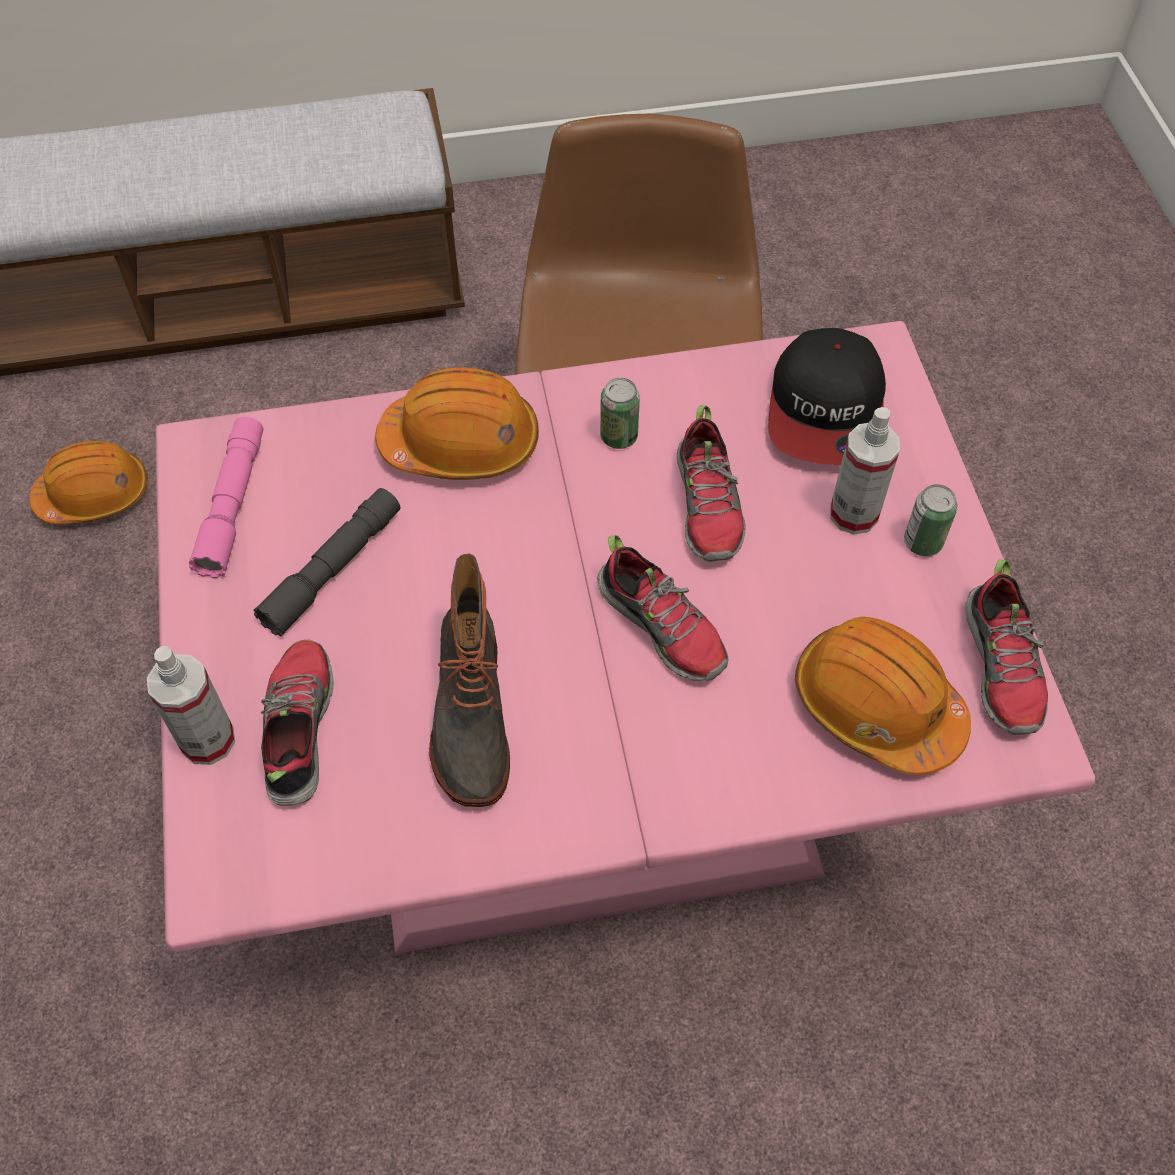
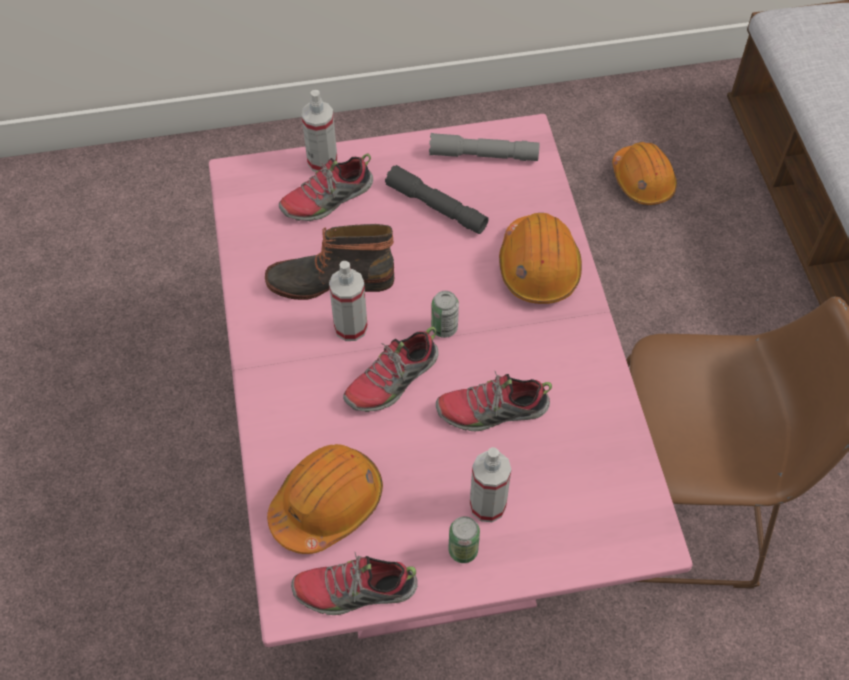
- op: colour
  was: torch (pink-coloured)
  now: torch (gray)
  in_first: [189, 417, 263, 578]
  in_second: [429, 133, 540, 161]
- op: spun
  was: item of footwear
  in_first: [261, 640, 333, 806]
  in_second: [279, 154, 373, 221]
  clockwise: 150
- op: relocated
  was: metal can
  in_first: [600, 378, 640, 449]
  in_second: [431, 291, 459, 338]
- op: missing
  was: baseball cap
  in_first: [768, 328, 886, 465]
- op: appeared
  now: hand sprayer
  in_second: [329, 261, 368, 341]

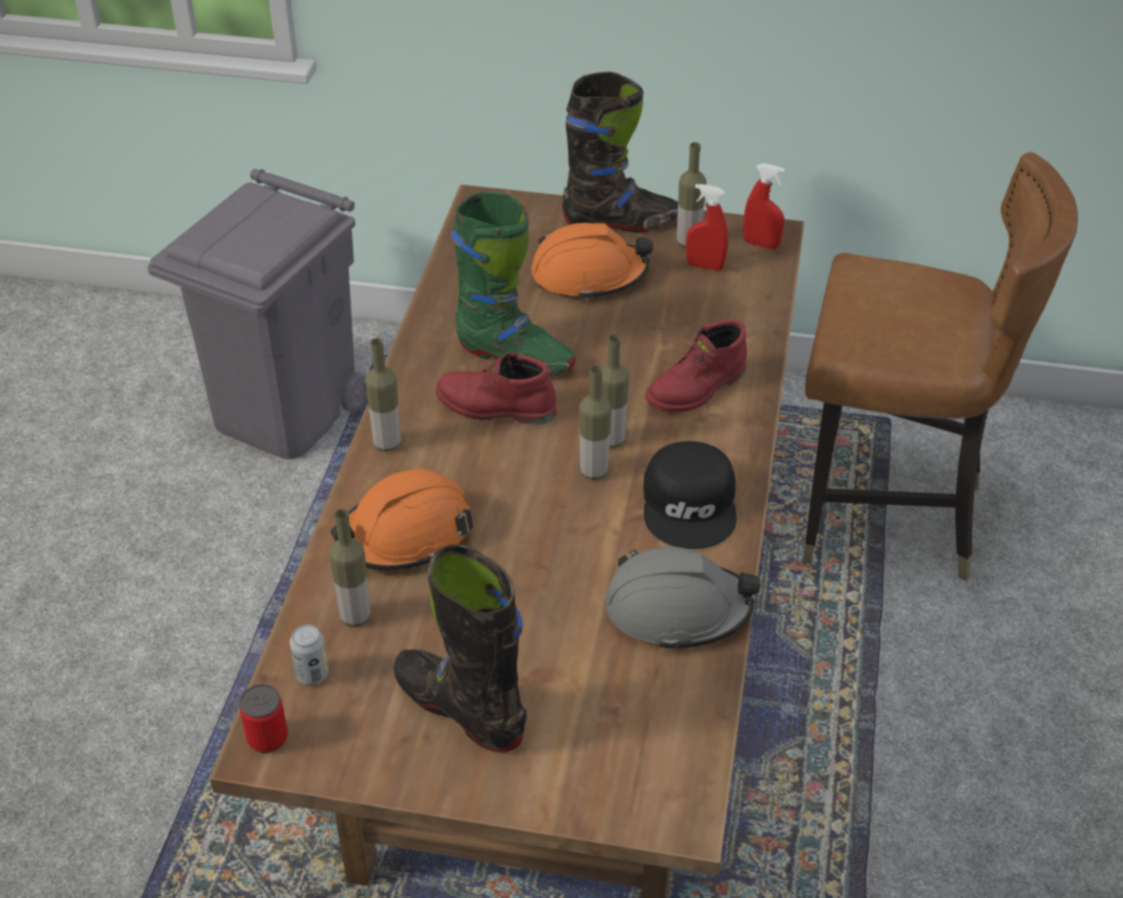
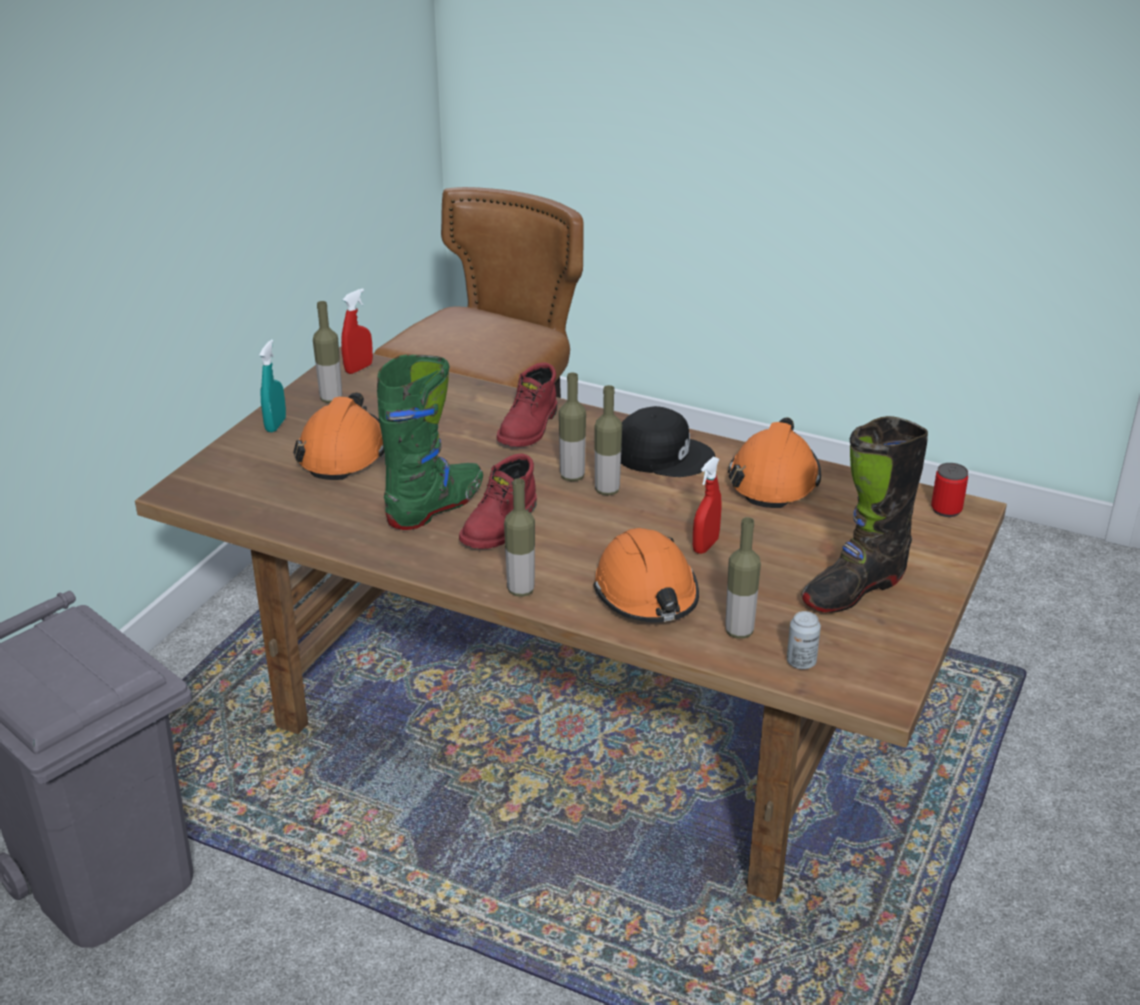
- op: relocated
  was: metal can
  in_first: [239, 684, 288, 753]
  in_second: [931, 463, 968, 517]
- op: exchanged
  was: tall boot (blackish)
  now: hand sprayer (turquoise)
  in_first: [562, 72, 678, 233]
  in_second: [259, 339, 286, 432]
- op: colour
  was: work helmet (gray)
  now: work helmet (orangey)
  in_first: [605, 547, 761, 651]
  in_second: [728, 417, 821, 508]
- op: spun
  was: tall boot (red-coloured)
  in_first: [645, 319, 747, 412]
  in_second: [497, 362, 557, 447]
  clockwise: 45
- op: relocated
  was: hand sprayer (red-coloured)
  in_first: [686, 184, 728, 271]
  in_second: [693, 457, 722, 554]

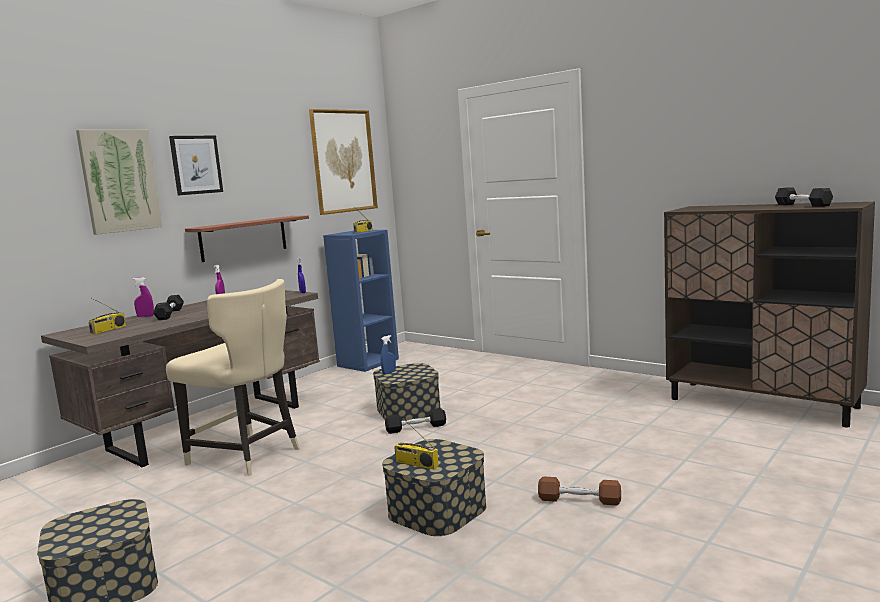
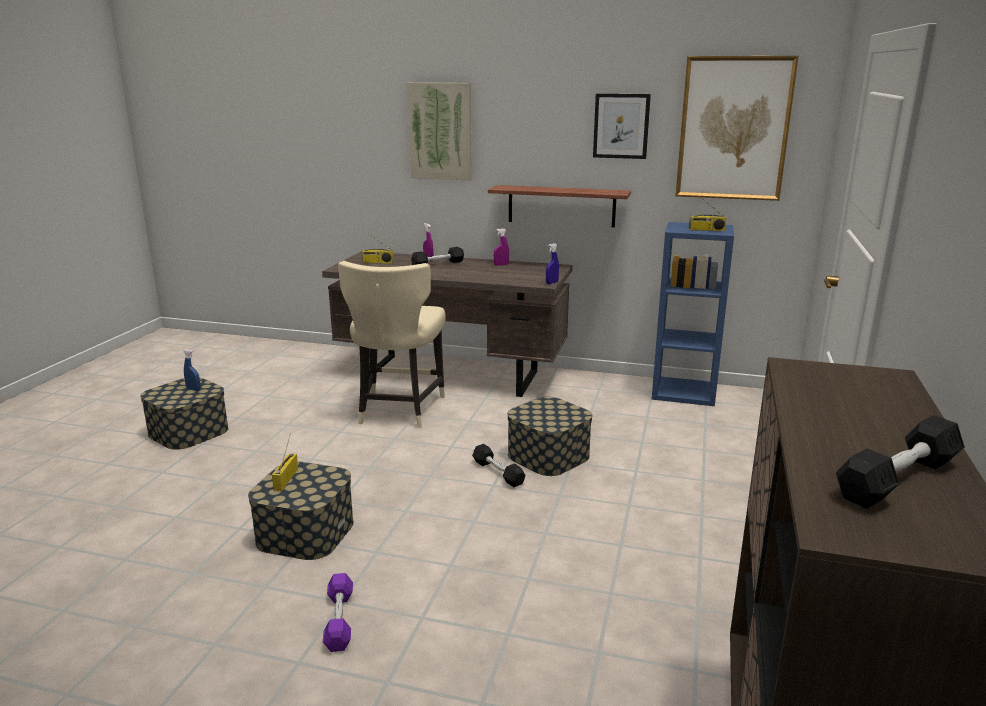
- op: relocated
  was: wall art
  in_first: [169, 136, 223, 195]
  in_second: [593, 94, 651, 159]
- op: relocated
  was: hand sprayer (blue-coloured)
  in_first: [381, 335, 396, 374]
  in_second: [183, 349, 201, 391]
- op: colour
  was: hand weight (brown)
  now: hand weight (purplish)
  in_first: [538, 476, 621, 505]
  in_second: [323, 573, 353, 652]

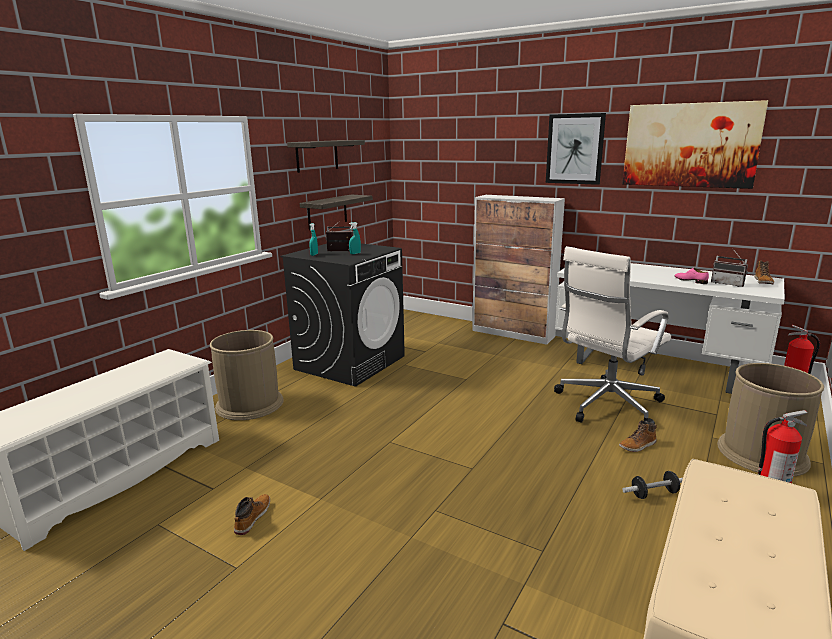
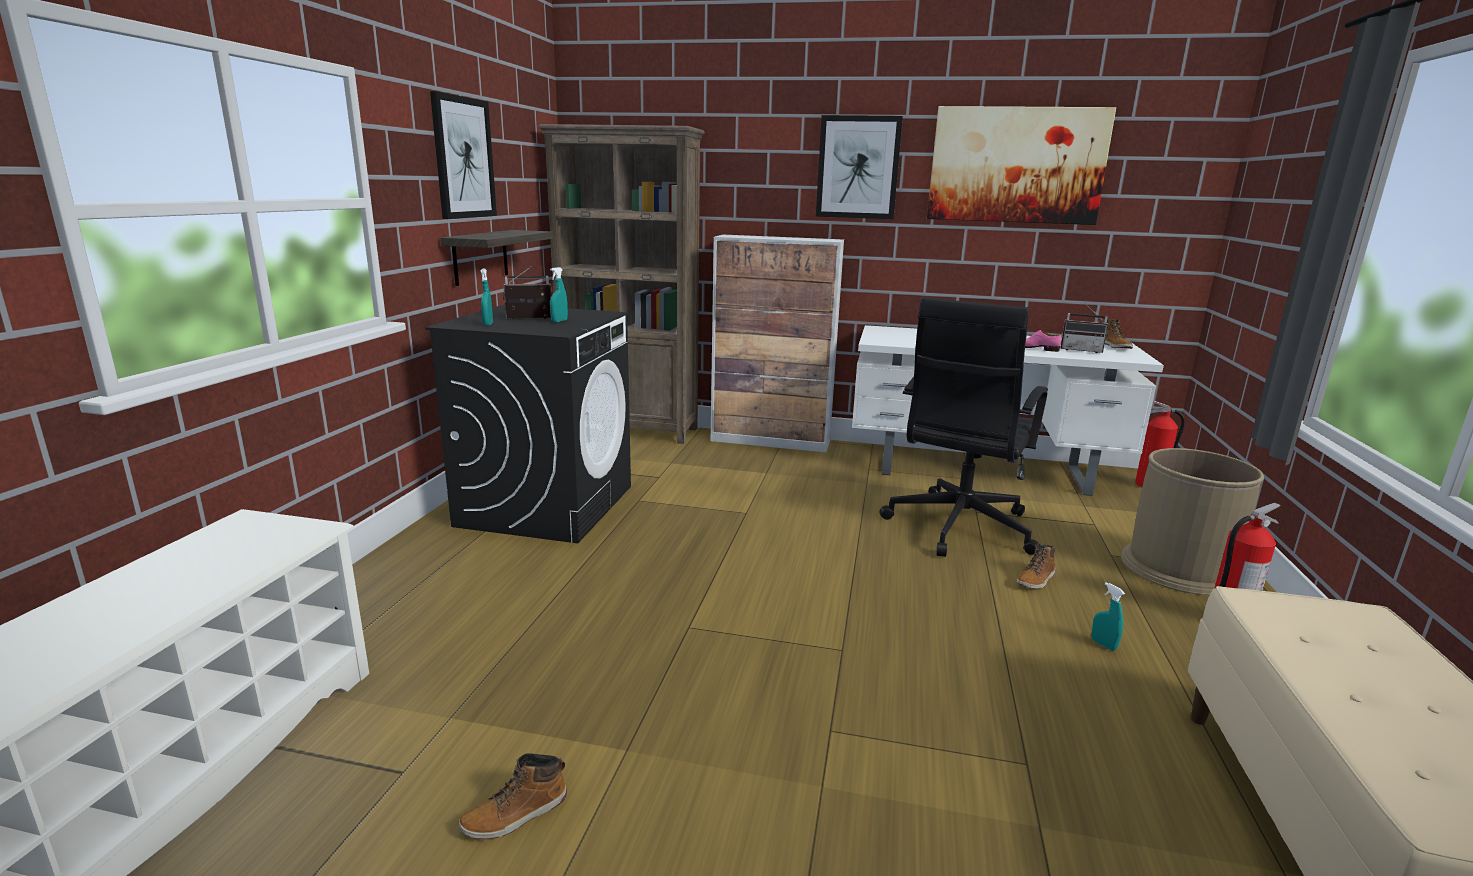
- op: missing
  was: rubbish bin (brown)
  in_first: [210, 330, 284, 420]
- op: spun
  was: tall boot
  in_first: [234, 494, 270, 535]
  in_second: [459, 753, 567, 839]
  clockwise: -120
- op: exchanged
  was: bracket shelf
  now: wall art
  in_first: [287, 140, 365, 173]
  in_second: [430, 91, 497, 219]
- op: colour
  was: computer chair (whitish)
  now: computer chair (blackish)
  in_first: [554, 246, 671, 424]
  in_second: [879, 297, 1048, 557]
- op: exchanged
  was: hand weight
  now: hand sprayer (turquoise)
  in_first: [622, 471, 683, 499]
  in_second: [1091, 582, 1125, 651]
- op: appeared
  now: bookshelf (brown)
  in_second: [538, 124, 705, 444]

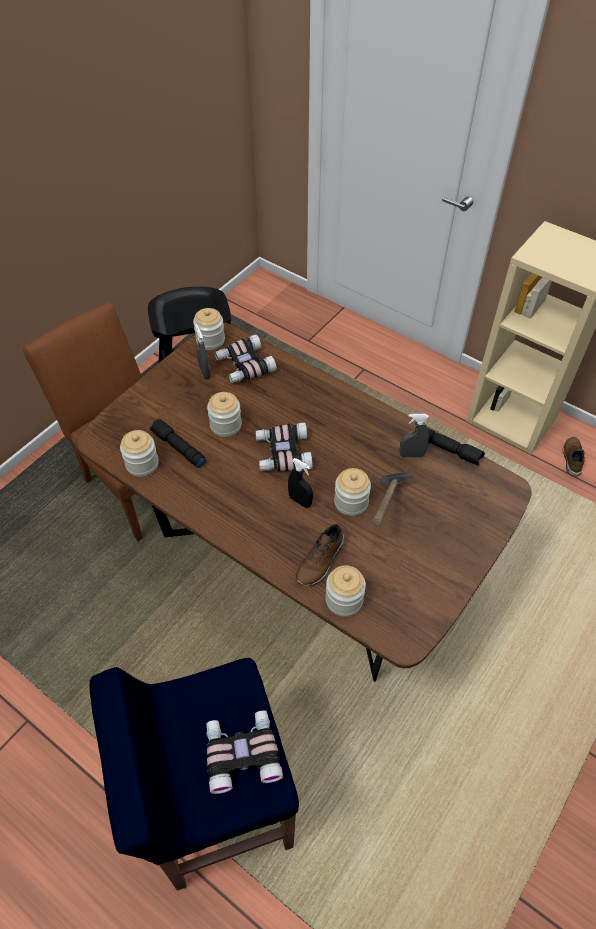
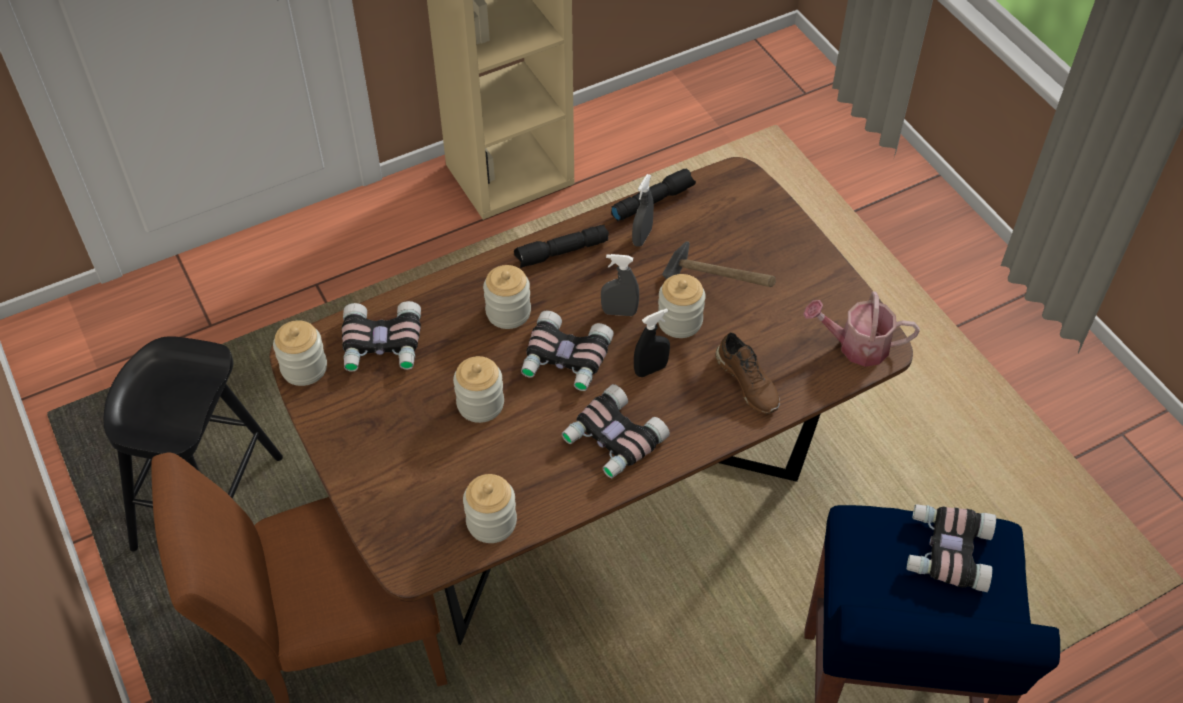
- op: relocated
  was: torch (blackish)
  in_first: [150, 419, 206, 468]
  in_second: [514, 225, 609, 268]
- op: relocated
  was: hand sprayer (gray)
  in_first: [195, 324, 211, 379]
  in_second: [601, 254, 639, 316]
- op: relocated
  was: storage jar
  in_first: [325, 565, 366, 617]
  in_second: [483, 265, 531, 329]
- op: missing
  was: item of footwear (brown)
  in_first: [563, 437, 585, 476]
- op: appeared
  now: binoculars
  in_second: [562, 384, 670, 478]
- op: appeared
  now: watering pot
  in_second: [803, 291, 920, 367]

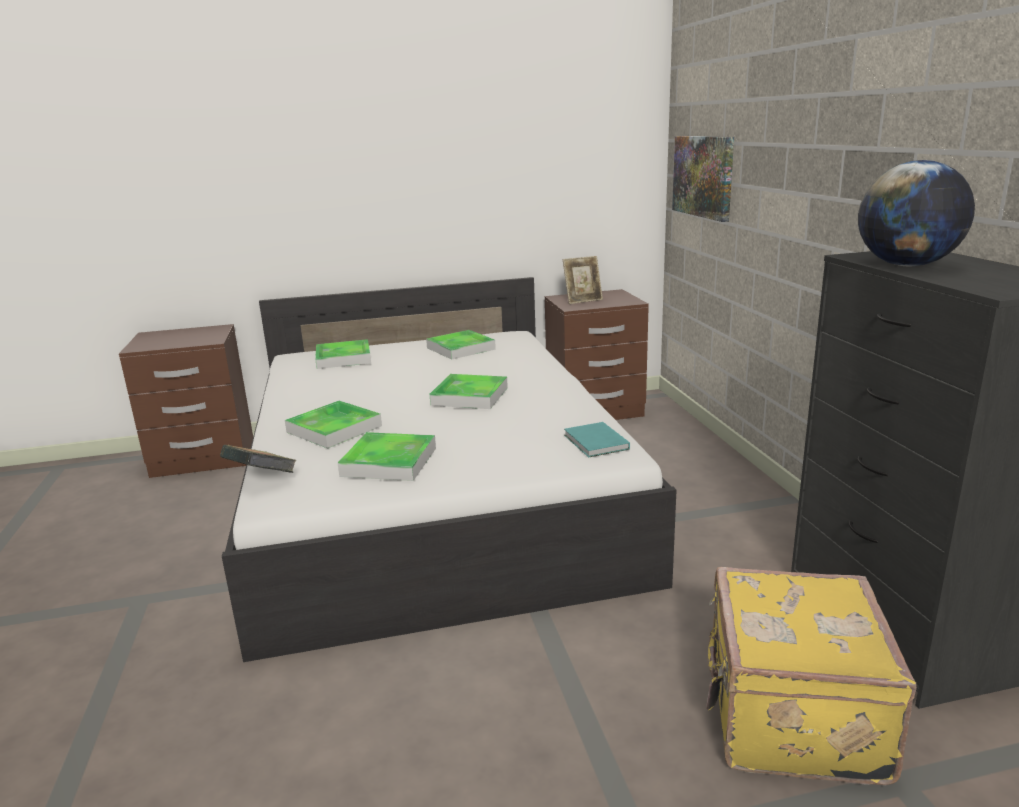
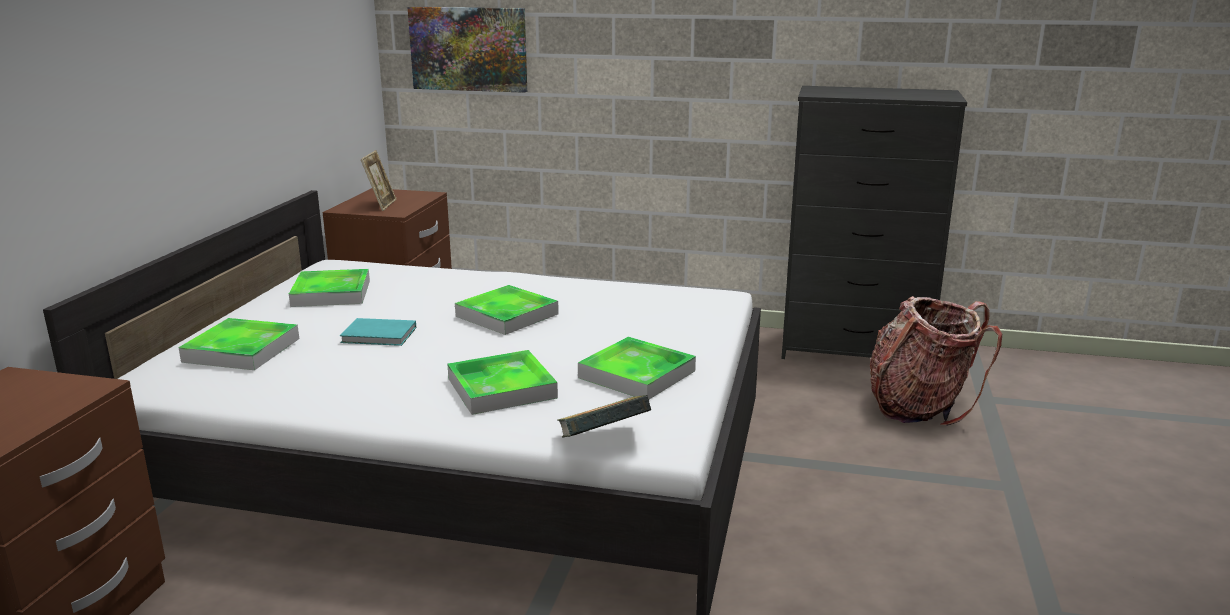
- op: relocated
  was: volume (turquoise)
  in_first: [564, 422, 630, 457]
  in_second: [340, 318, 416, 346]
- op: exchanged
  was: suitcase (yellowish)
  now: rucksack
  in_first: [706, 567, 917, 786]
  in_second: [870, 296, 1002, 426]
- op: missing
  was: desk globe
  in_first: [858, 160, 975, 266]

